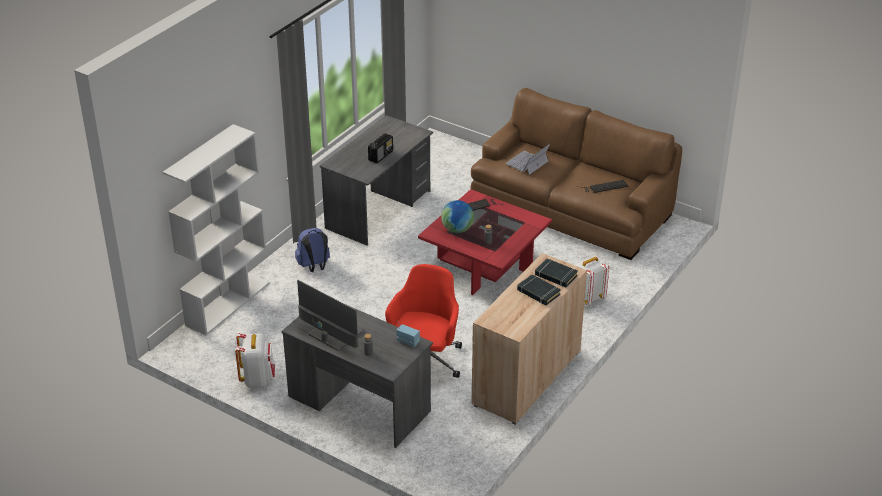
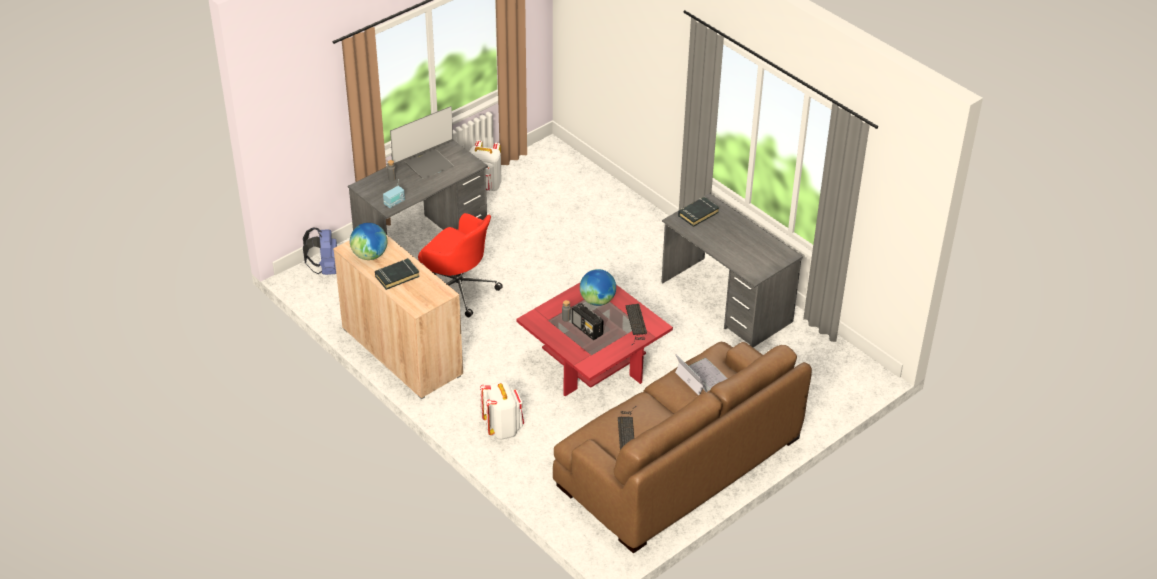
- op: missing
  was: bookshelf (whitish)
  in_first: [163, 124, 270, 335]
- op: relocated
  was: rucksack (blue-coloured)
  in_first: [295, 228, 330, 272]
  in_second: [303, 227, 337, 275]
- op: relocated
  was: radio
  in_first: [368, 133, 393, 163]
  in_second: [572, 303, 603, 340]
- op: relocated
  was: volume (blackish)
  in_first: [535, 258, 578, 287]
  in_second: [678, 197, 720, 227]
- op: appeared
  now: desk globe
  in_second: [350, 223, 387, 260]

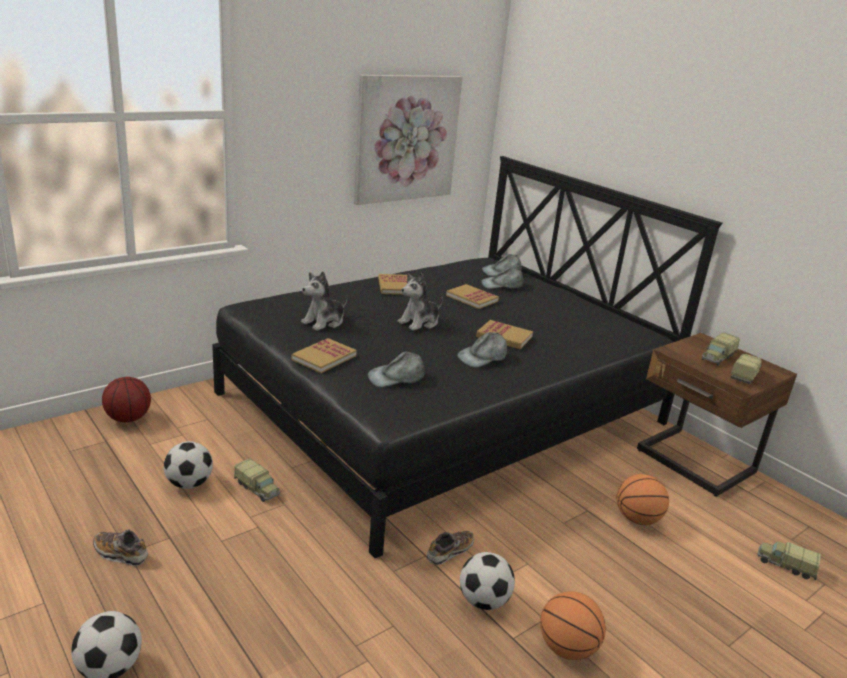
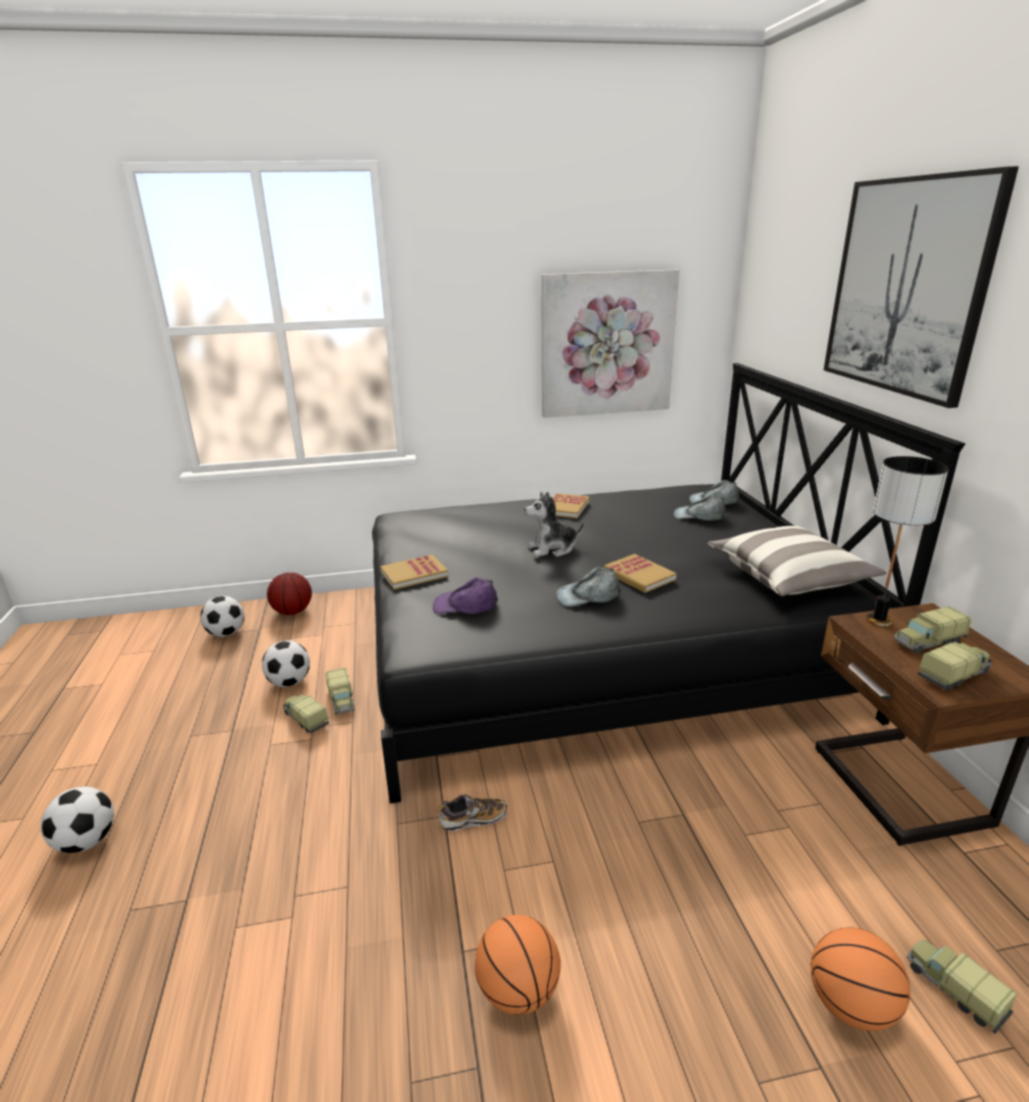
- op: missing
  was: item of footwear
  in_first: [93, 529, 148, 566]
- op: missing
  was: cuddly toy
  in_first: [301, 271, 347, 331]
- op: colour
  was: baseball cap (gray)
  now: baseball cap (purplish)
  in_first: [368, 352, 426, 387]
  in_second: [433, 577, 498, 614]
- op: missing
  was: volume
  in_first: [446, 284, 499, 309]
- op: relocated
  was: football ball
  in_first: [460, 552, 515, 610]
  in_second: [200, 596, 244, 637]
- op: relocated
  was: basketball
  in_first: [617, 474, 669, 525]
  in_second: [811, 927, 910, 1031]
- op: appeared
  now: model truck
  in_second: [283, 694, 329, 734]
- op: appeared
  now: pillow
  in_second: [708, 526, 887, 596]
- op: appeared
  now: wall art
  in_second: [824, 166, 1019, 408]
- op: appeared
  now: lamp for a table
  in_second: [866, 456, 948, 626]

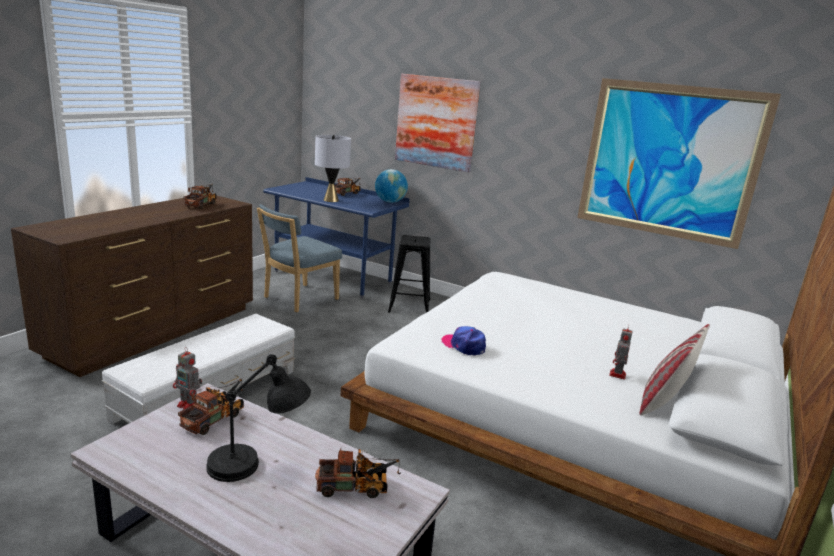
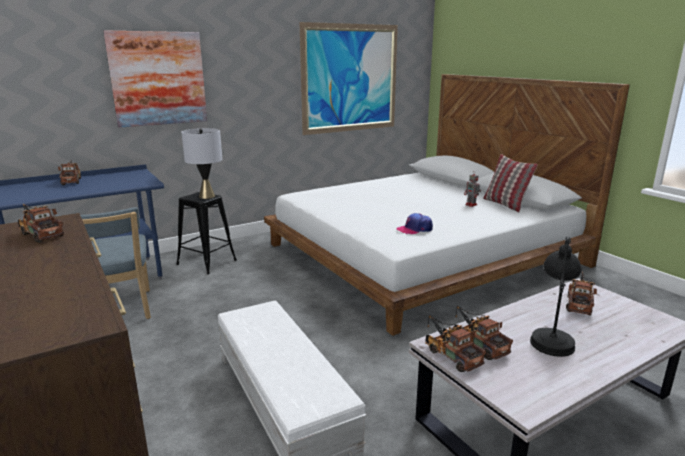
- op: exchanged
  was: model robot
  now: model truck
  in_first: [173, 347, 202, 410]
  in_second: [425, 315, 486, 372]
- op: relocated
  was: lamp for a table (gray)
  in_first: [315, 135, 351, 202]
  in_second: [181, 128, 222, 199]
- op: missing
  was: desk globe
  in_first: [375, 169, 408, 203]

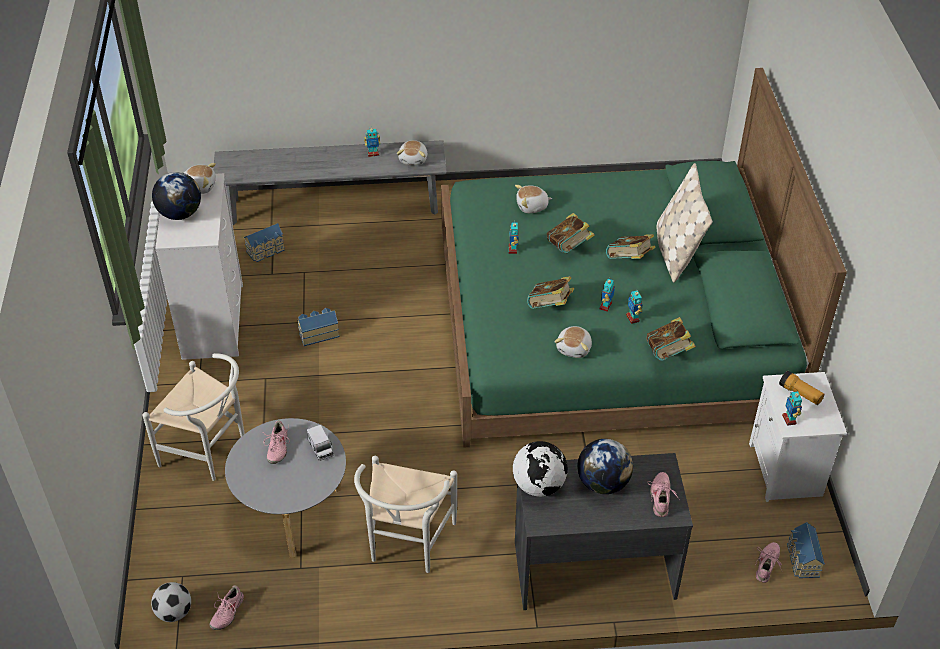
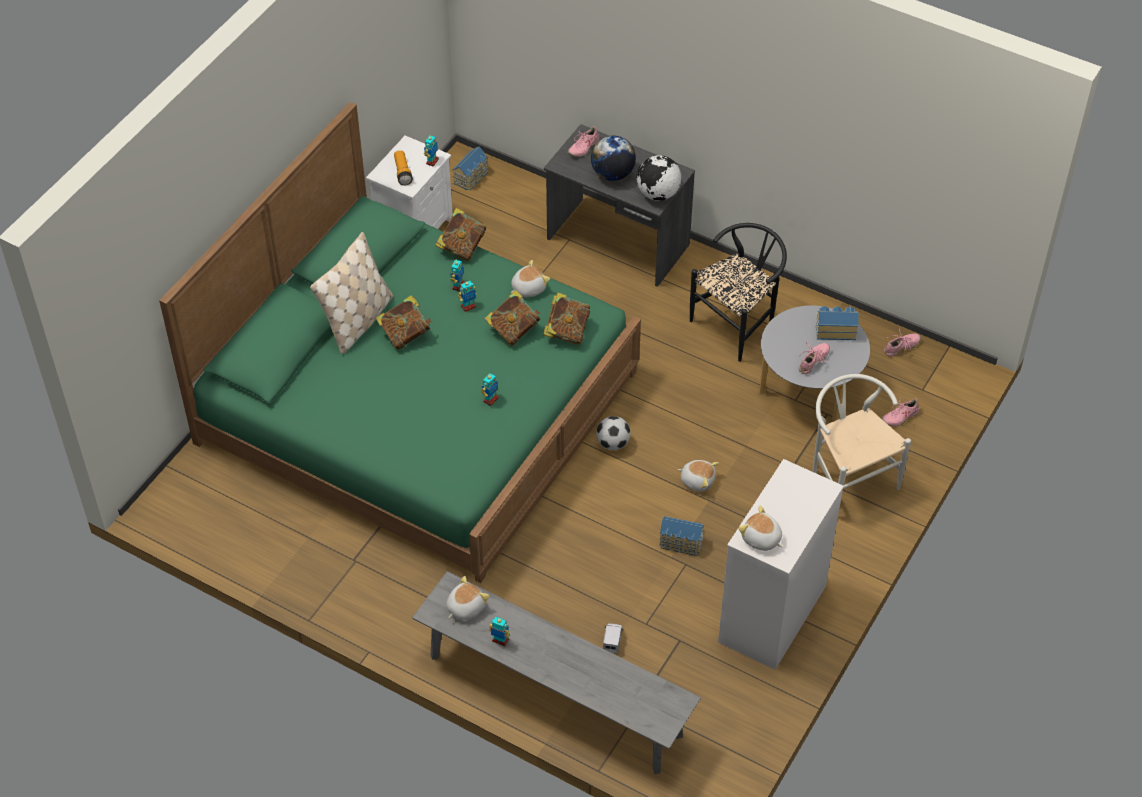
- op: relocated
  was: football ball
  in_first: [151, 582, 191, 622]
  in_second: [596, 416, 631, 450]
- op: missing
  was: desk globe
  in_first: [152, 172, 201, 220]
- op: relocated
  was: model house
  in_first: [244, 223, 285, 262]
  in_second: [816, 306, 859, 340]
- op: relocated
  was: model truck
  in_first: [307, 425, 334, 461]
  in_second: [603, 623, 623, 654]
- op: colour
  was: plain chair (whitish)
  now: plain chair (blackish)
  in_first: [354, 456, 457, 573]
  in_second: [690, 223, 787, 362]
- op: relocated
  was: cuddly toy
  in_first: [515, 185, 552, 213]
  in_second: [678, 460, 719, 492]
- op: relocated
  was: volume
  in_first: [547, 213, 595, 253]
  in_second: [543, 293, 590, 345]
- op: relocated
  was: item of footwear (pink-coloured)
  in_first: [755, 542, 782, 583]
  in_second: [882, 398, 919, 426]

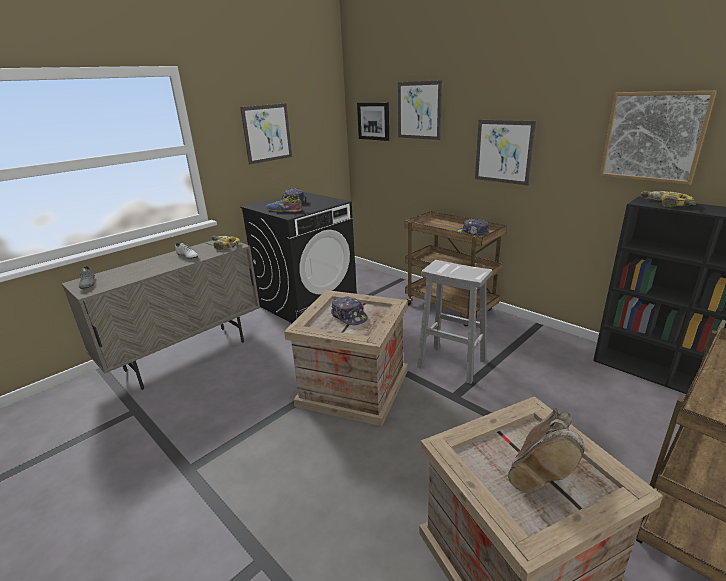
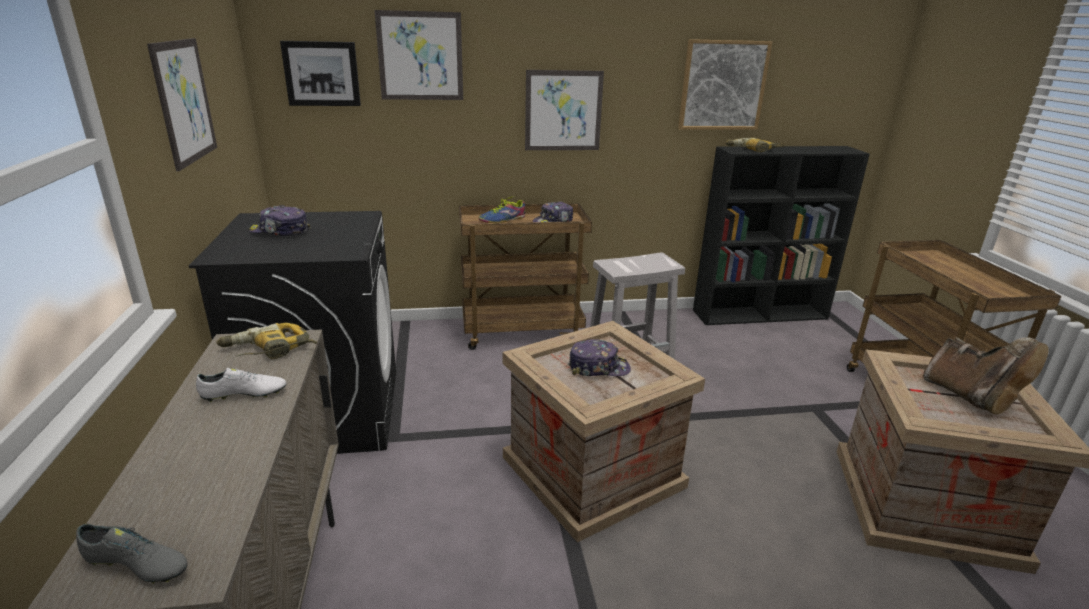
- op: relocated
  was: item of footwear
  in_first: [266, 195, 302, 212]
  in_second: [479, 196, 526, 223]

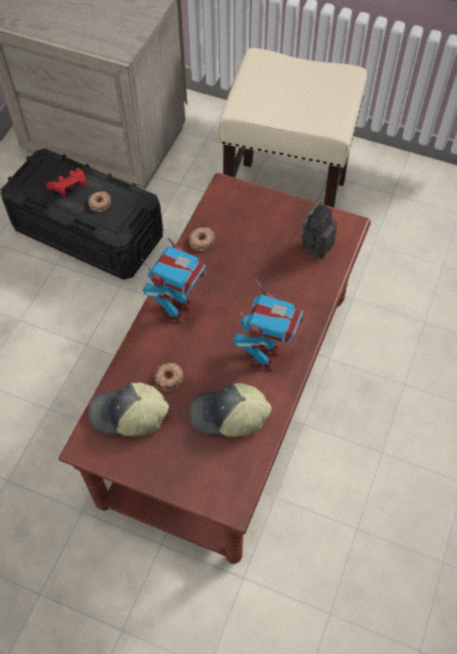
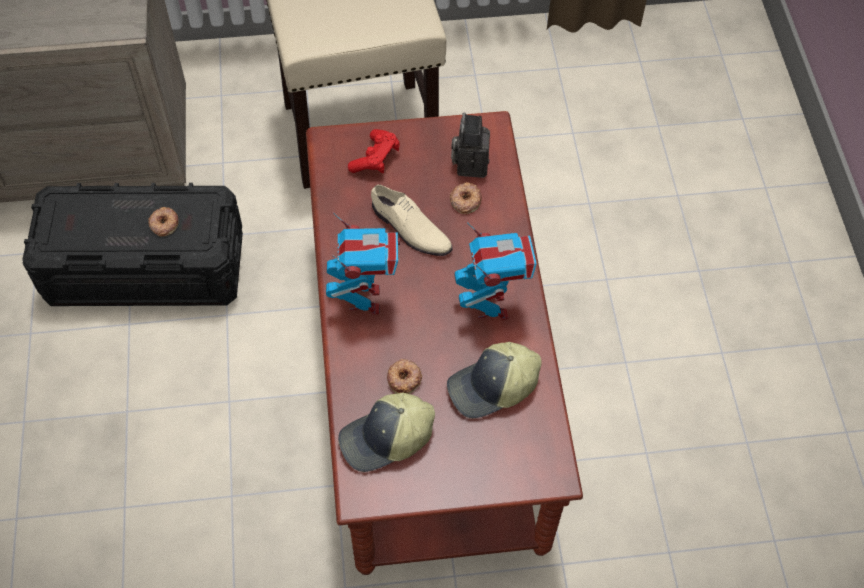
- op: relocated
  was: gamepad (red-coloured)
  in_first: [46, 168, 85, 197]
  in_second: [348, 129, 400, 173]
- op: relocated
  was: doughnut
  in_first: [189, 227, 215, 251]
  in_second: [450, 182, 482, 214]
- op: appeared
  now: item of footwear (beige)
  in_second: [371, 184, 452, 256]

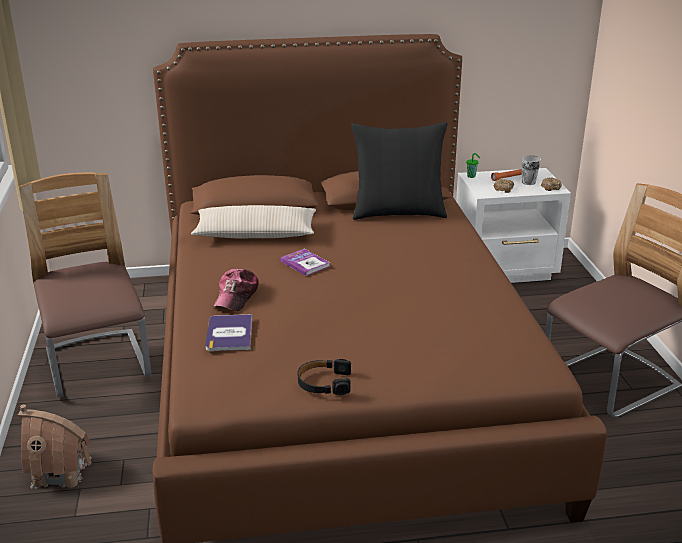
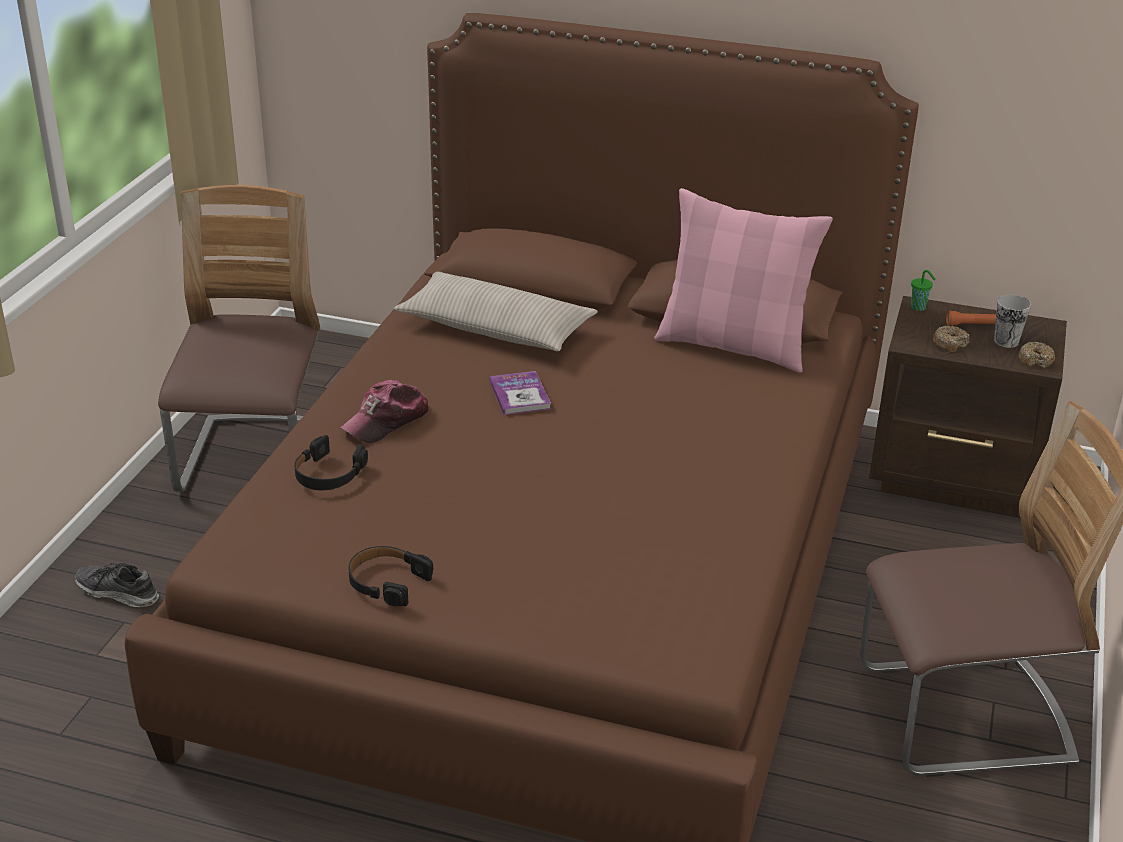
- op: exchanged
  was: model house
  now: item of footwear
  in_first: [18, 405, 92, 489]
  in_second: [75, 563, 159, 607]
- op: exchanged
  was: volume
  now: pair of headphones (blackish)
  in_first: [205, 314, 252, 351]
  in_second: [294, 435, 368, 490]
- op: colour
  was: pillow (blackish)
  now: pillow (pink-coloured)
  in_first: [351, 122, 448, 220]
  in_second: [654, 188, 833, 373]
- op: colour
  was: night table (whitish)
  now: night table (brown)
  in_first: [456, 168, 571, 283]
  in_second: [869, 296, 1067, 516]

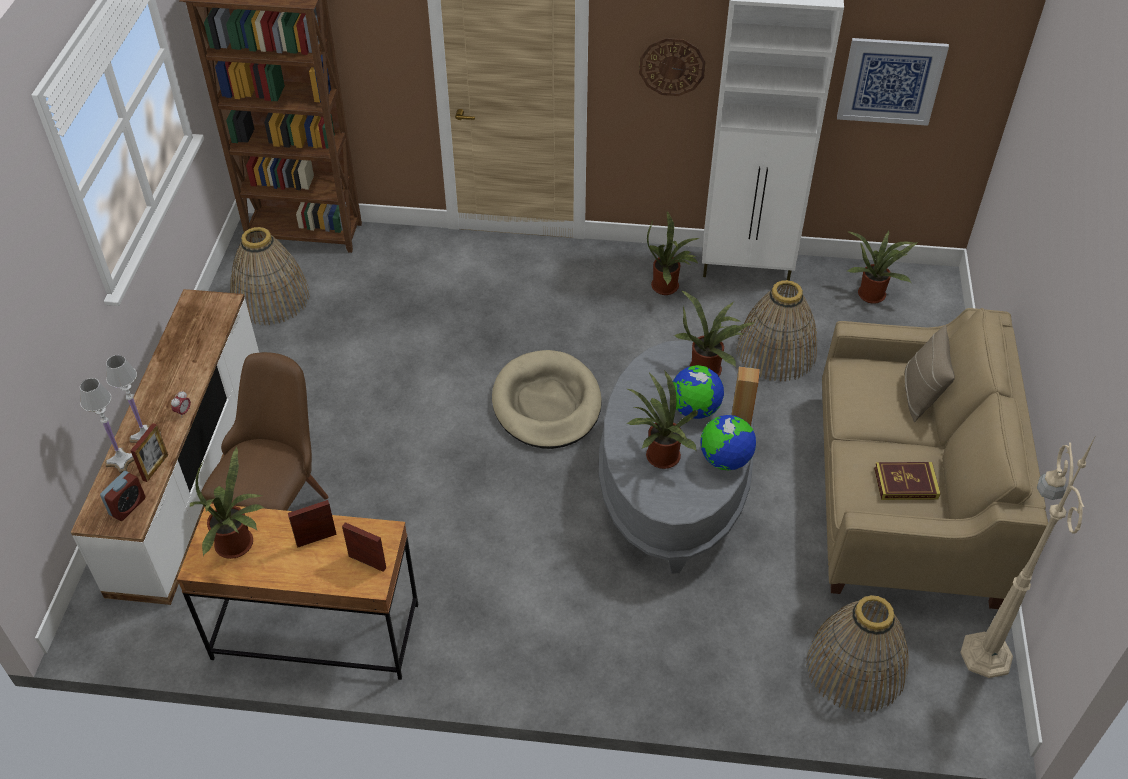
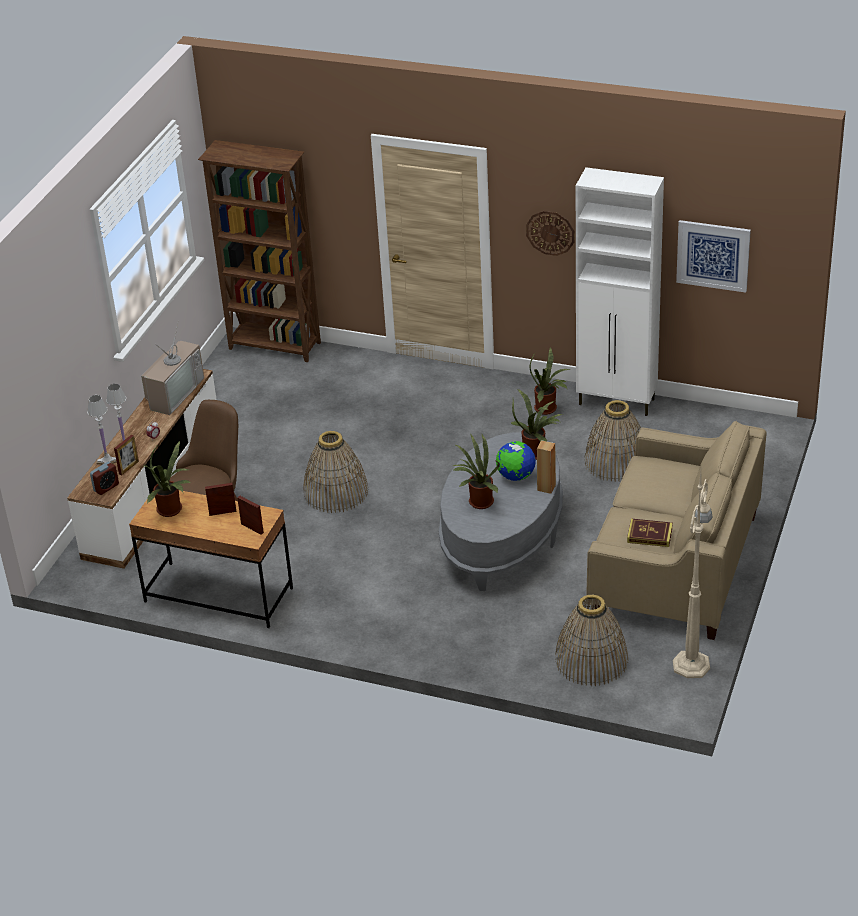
- op: relocated
  was: storage basket
  in_first: [230, 227, 310, 325]
  in_second: [303, 431, 368, 513]
- op: missing
  was: dog bed (beige)
  in_first: [492, 350, 601, 449]
- op: missing
  was: desk globe
  in_first: [700, 415, 756, 470]
- op: missing
  was: plant in a pot
  in_first: [846, 231, 918, 304]
- op: missing
  was: pillow (beige)
  in_first: [904, 325, 955, 422]
- op: appeared
  now: TV
  in_second: [141, 320, 204, 415]

